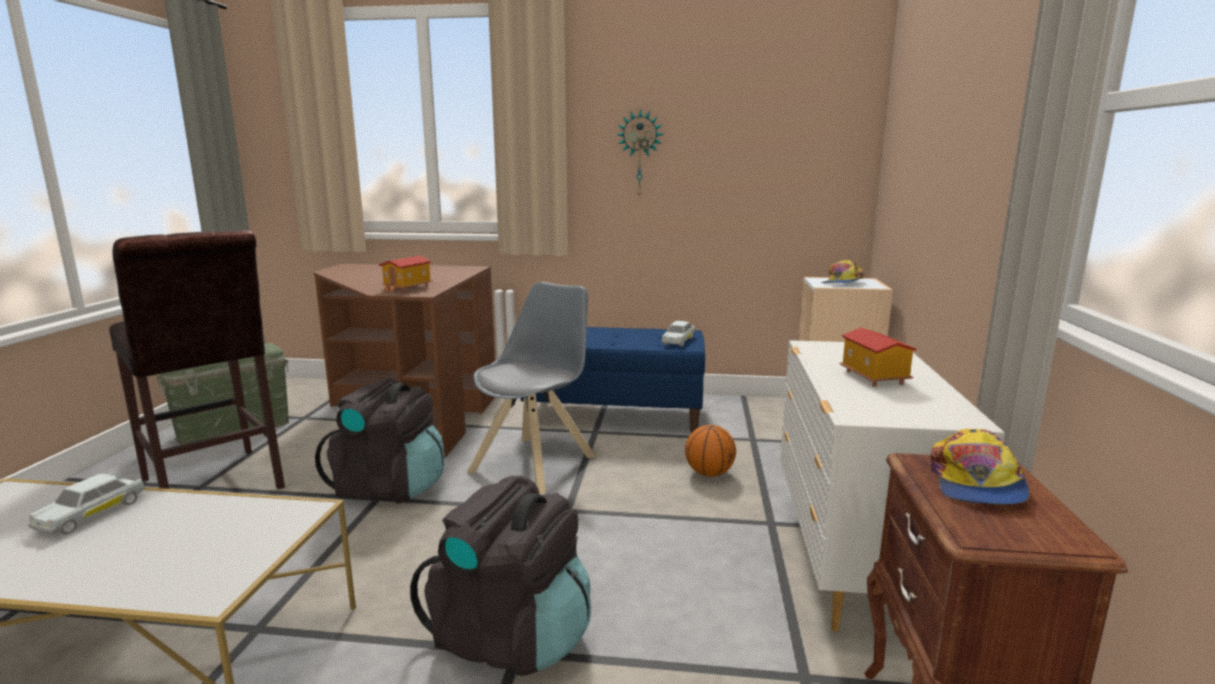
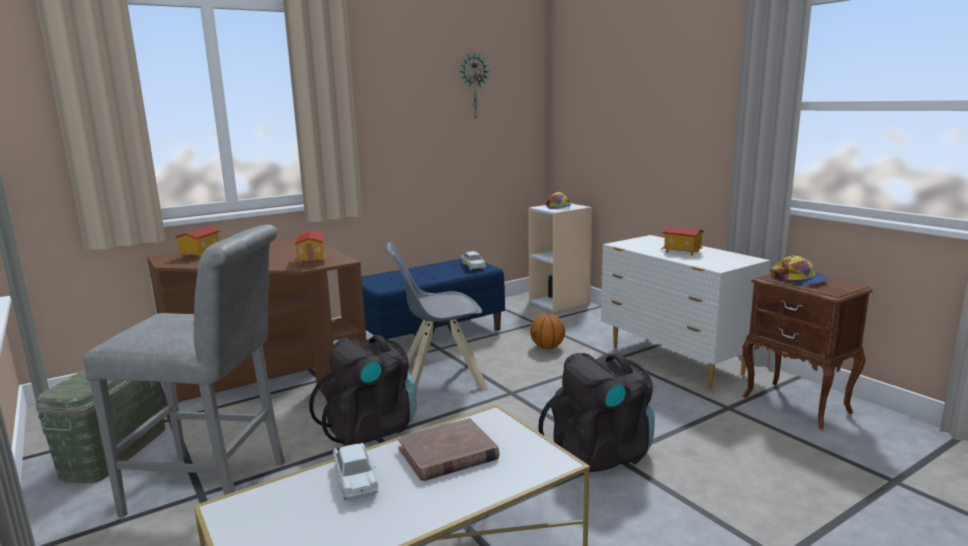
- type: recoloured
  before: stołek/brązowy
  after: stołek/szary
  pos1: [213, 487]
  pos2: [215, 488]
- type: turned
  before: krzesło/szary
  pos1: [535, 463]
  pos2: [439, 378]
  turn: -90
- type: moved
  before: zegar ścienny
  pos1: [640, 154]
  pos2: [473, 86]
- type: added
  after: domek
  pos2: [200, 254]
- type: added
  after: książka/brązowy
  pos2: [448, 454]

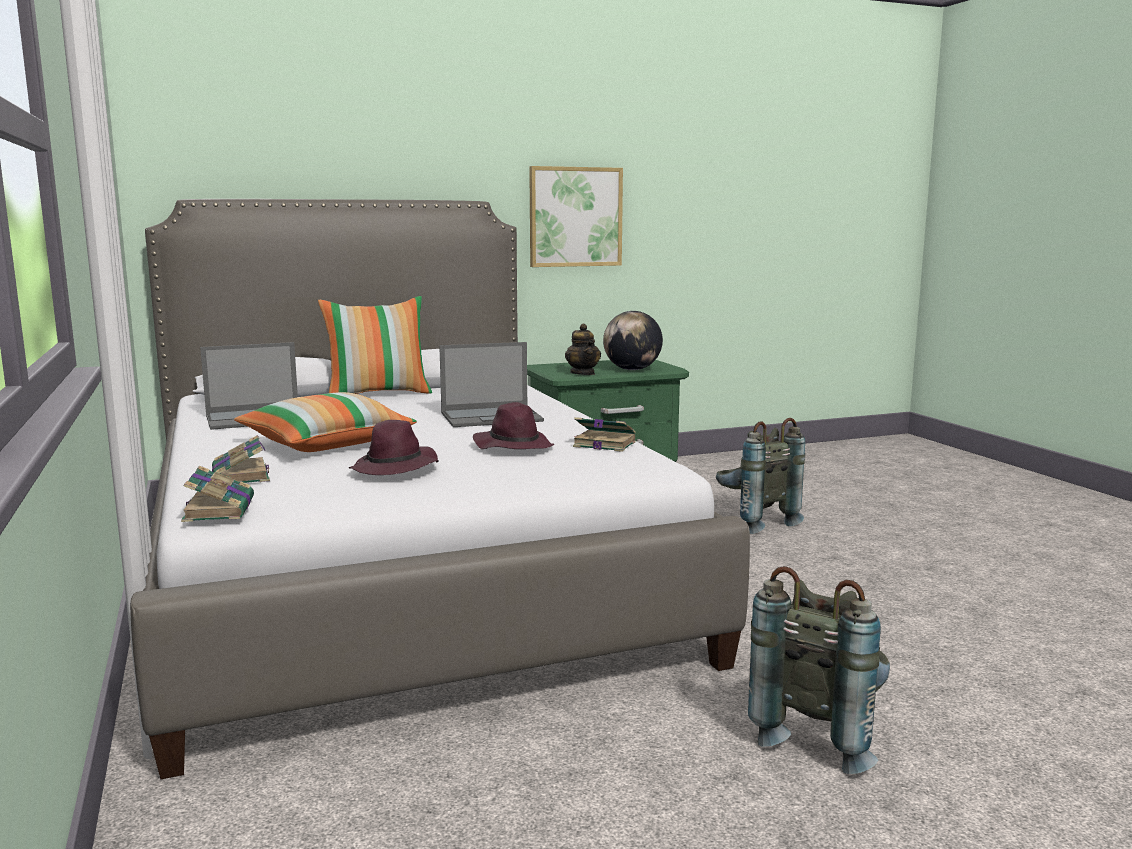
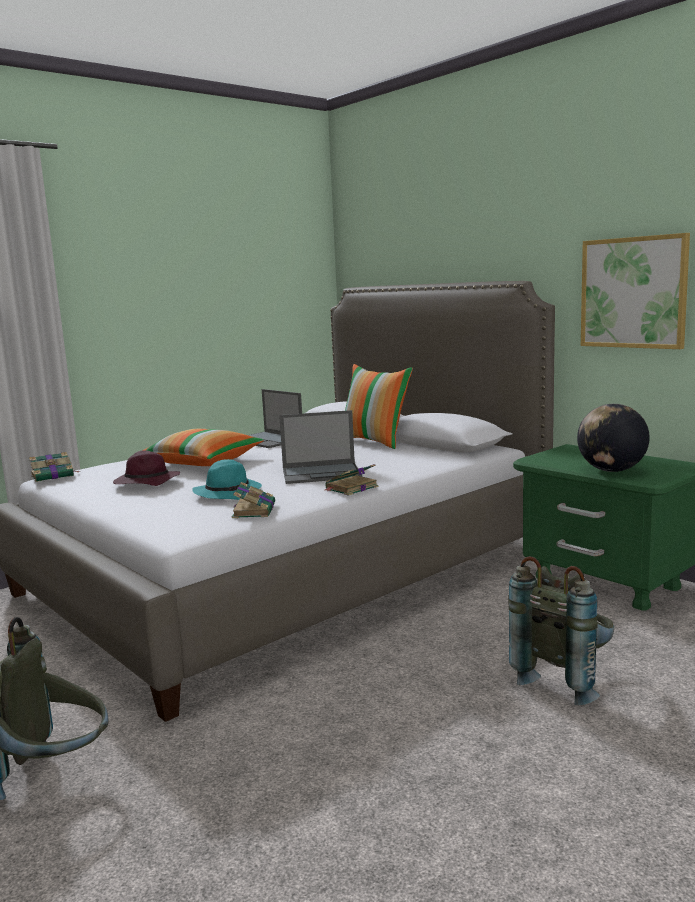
- type: moved
  before: książka
  pos1: [241, 476]
  pos2: [351, 488]
- type: turned
  before: laptop
  pos1: [492, 417]
  pos2: [322, 473]
  turn: -60
- type: recoloured
  before: kapelusz/fioletowy
  after: kapelusz/turkusowy
  pos1: [513, 446]
  pos2: [228, 493]
- type: removed
  before: imbryk
  pos1: [583, 373]

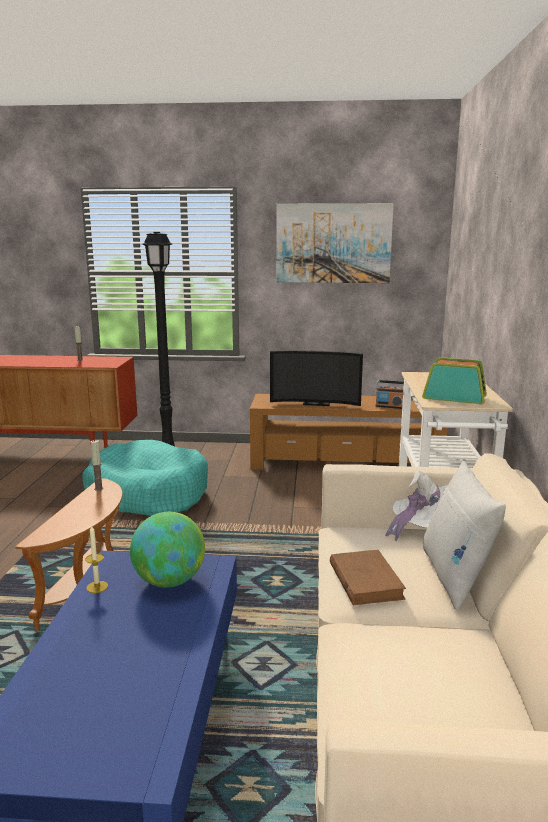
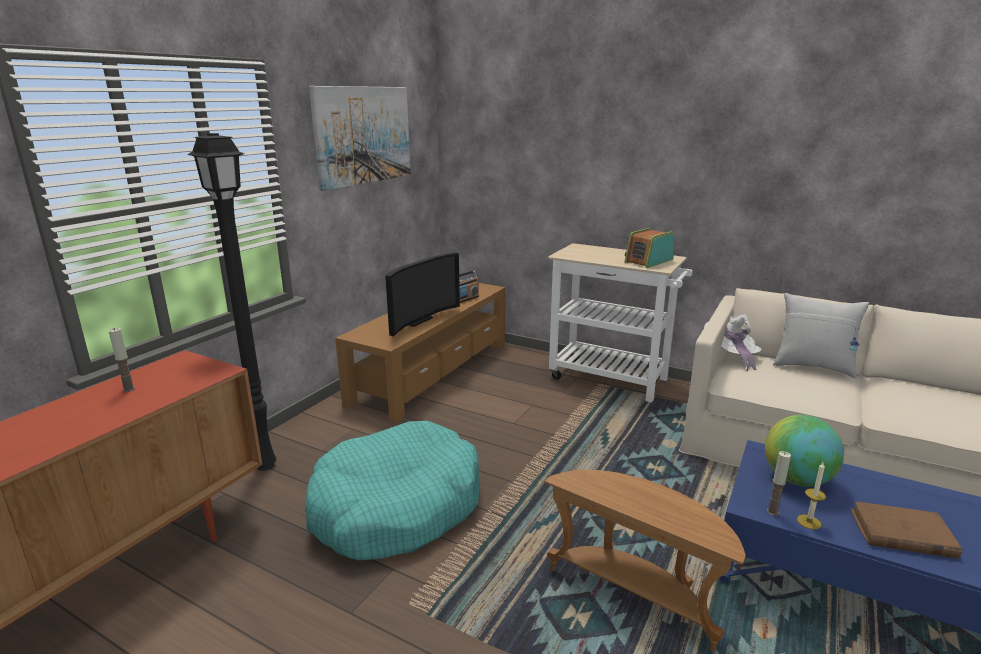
- type: moved
  before: świeca
  pos1: [98, 489]
  pos2: [772, 512]
- type: moved
  before: książka/brązowy
  pos1: [365, 581]
  pos2: [901, 533]

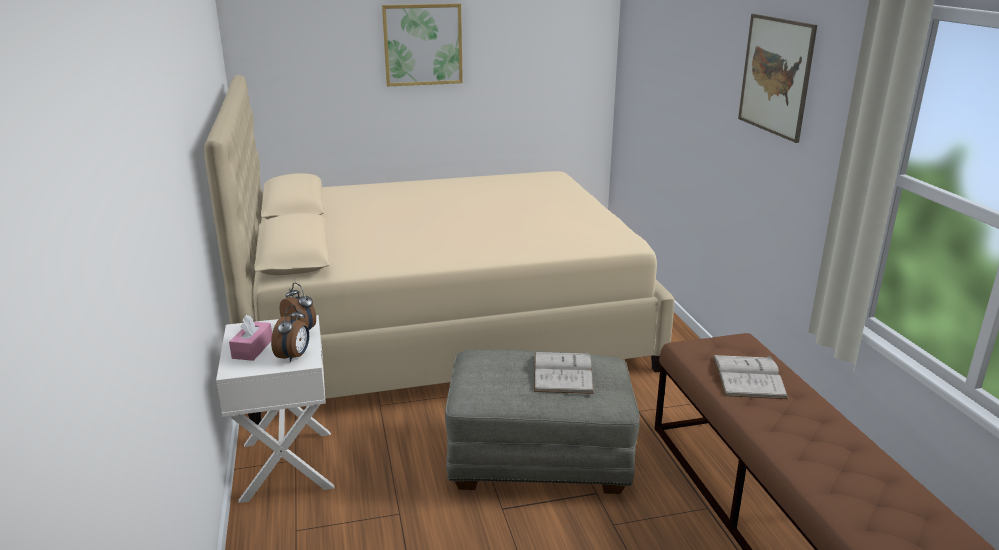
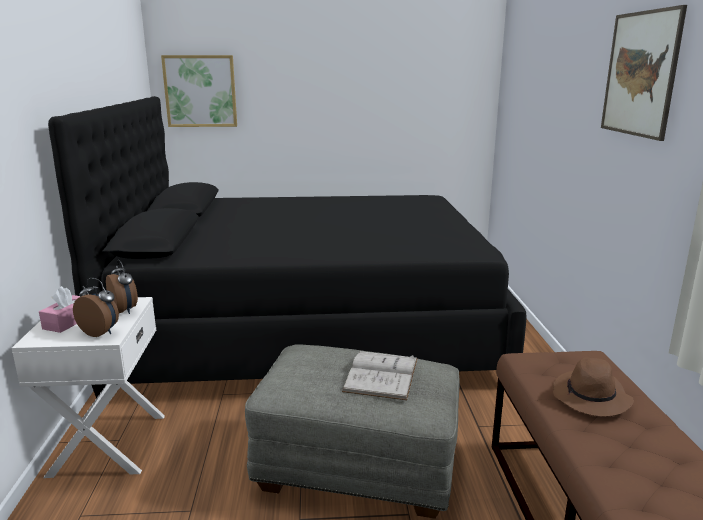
- type: recoloured
  before: łóżko/beżowy
  after: łóżko/czarny
  pos1: [441, 326]
  pos2: [310, 327]
- type: turned
  before: budzik
  pos1: [294, 356]
  pos2: [101, 332]
  turn: -90
- type: moved
  before: obraz
  pos1: [423, 44]
  pos2: [200, 91]
- type: replaced
  before: książka/biały
  after: kapelusz/brązowy
  pos1: [748, 377]
  pos2: [591, 398]

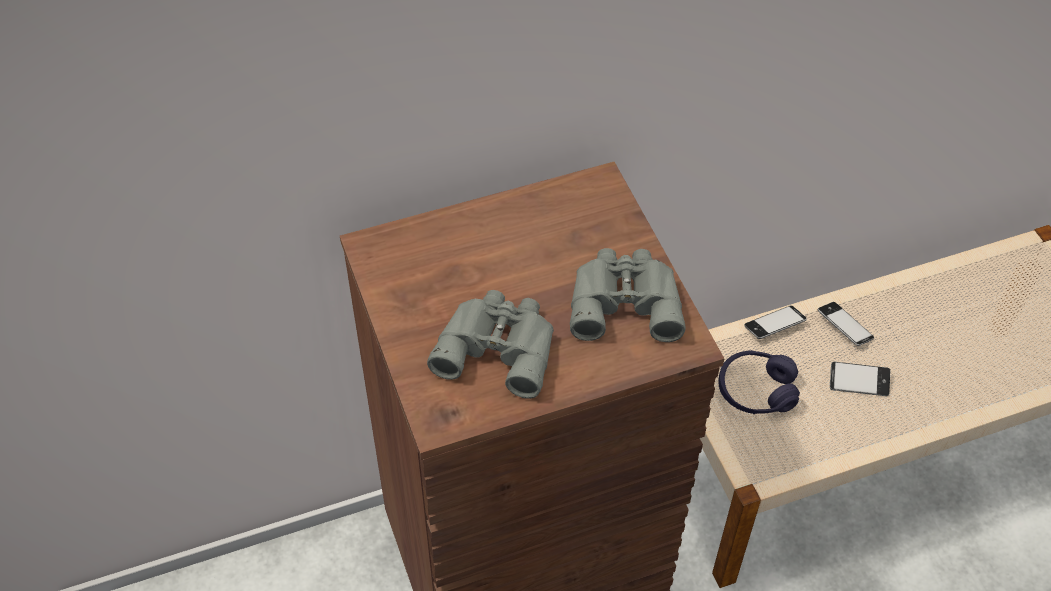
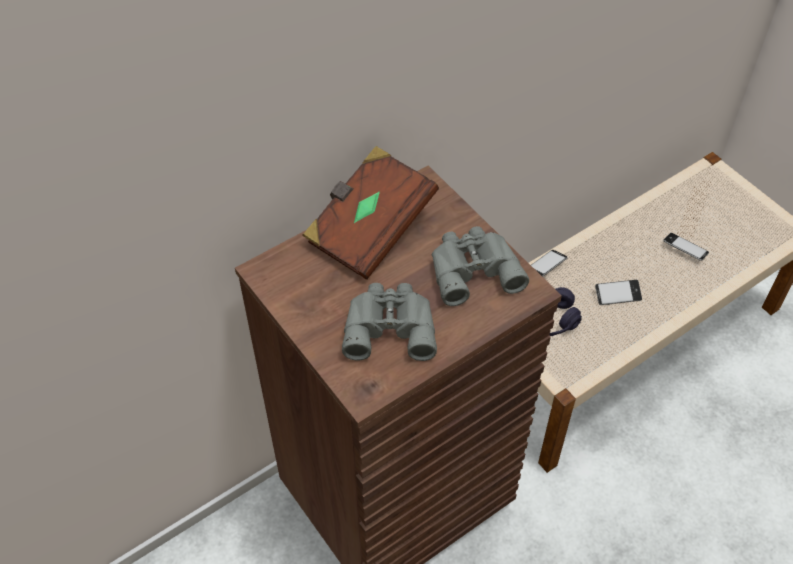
- type: moved
  before: telefon
  pos1: [844, 327]
  pos2: [685, 249]
- type: added
  after: książka/brązowy
  pos2: [369, 228]

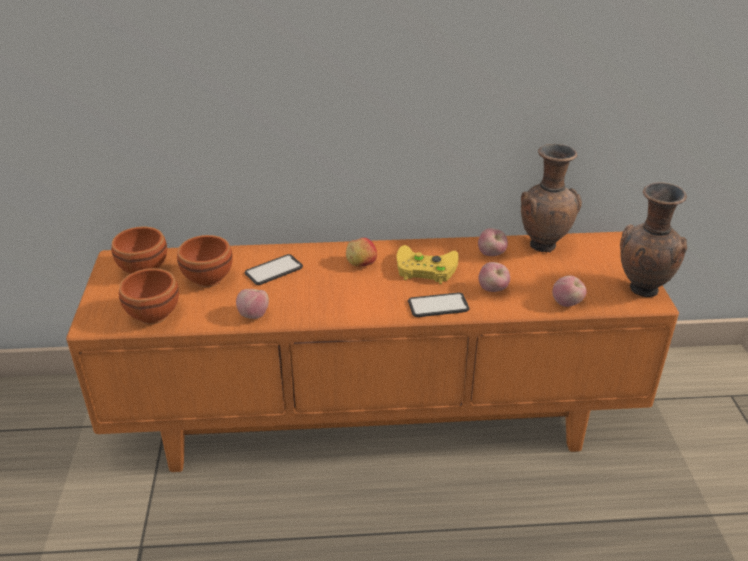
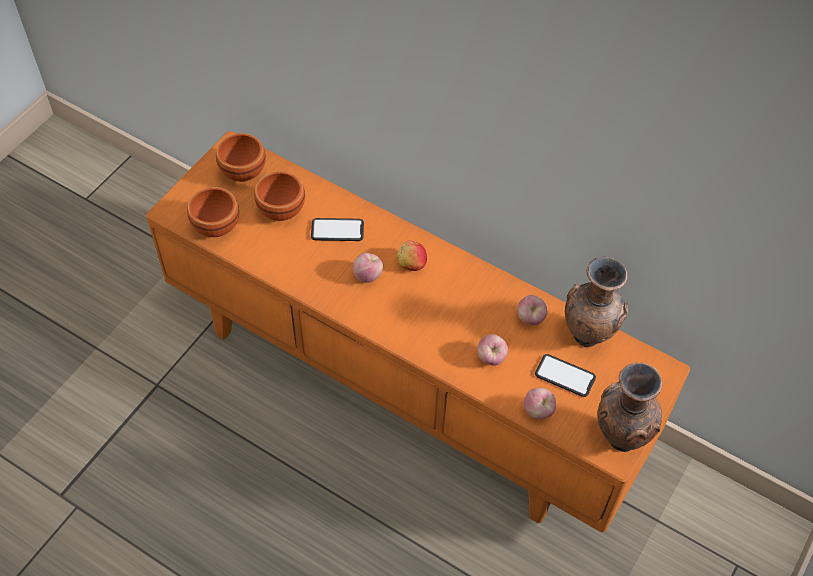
- type: moved
  before: jabłko
  pos1: [253, 315]
  pos2: [368, 275]
- type: removed
  before: pad do gier/żółty
  pos1: [423, 268]
- type: moved
  before: telefon
  pos1: [438, 306]
  pos2: [565, 376]

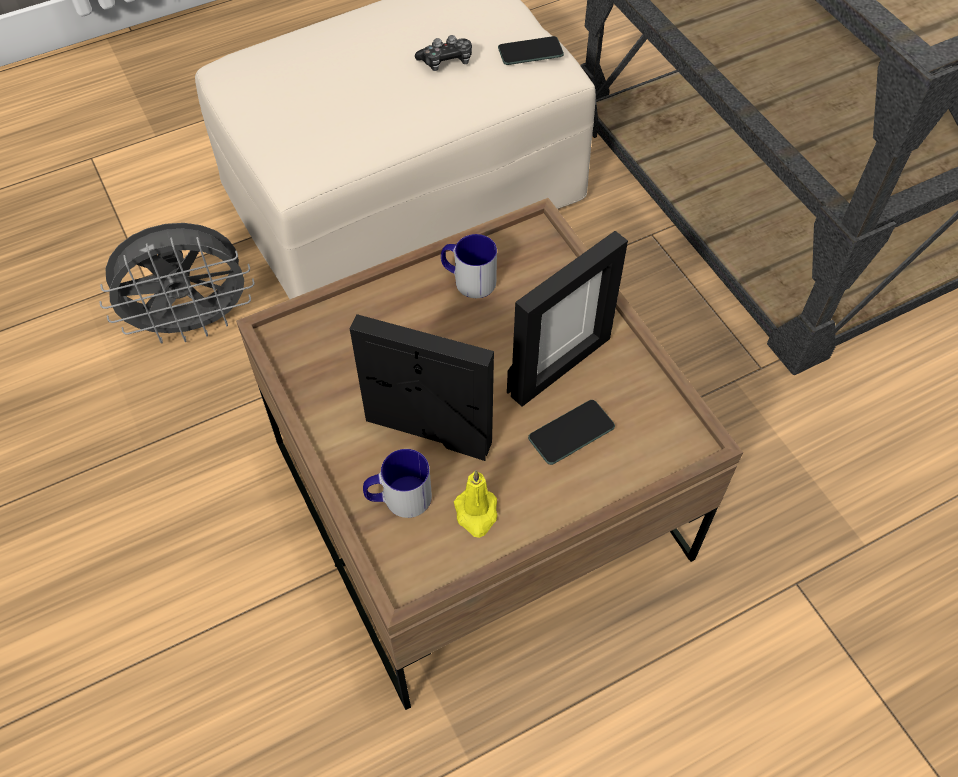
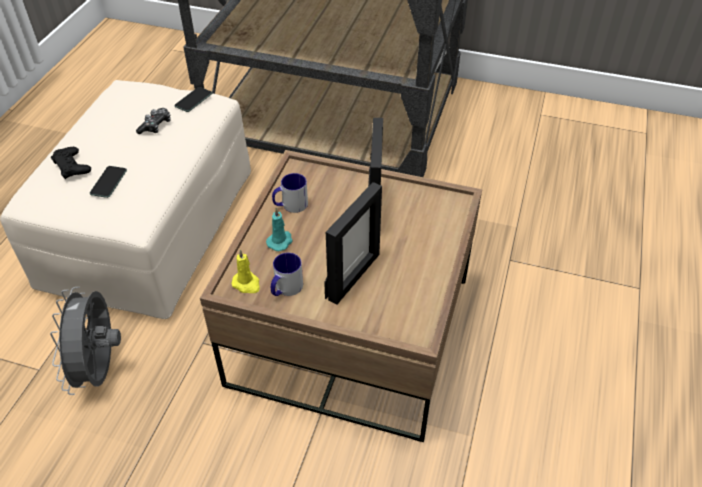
- type: turned
  before: wentylator/szary
  pos1: [193, 323]
  pos2: [101, 369]
  turn: 150
- type: turned
  before: ramka na zdjęcie
  pos1: [427, 434]
  pos2: [353, 276]
  turn: 150
- type: moved
  before: kubek
  pos1: [398, 498]
  pos2: [285, 289]
- type: moved
  before: świeca/żółty
  pos1: [476, 513]
  pos2: [247, 284]
- type: moved
  before: telefon
  pos1: [571, 432]
  pos2: [108, 182]
- type: added
  after: pad do gier/czarny
  pos2: [72, 166]
- type: added
  after: świeca/turkusowy
  pos2: [280, 241]

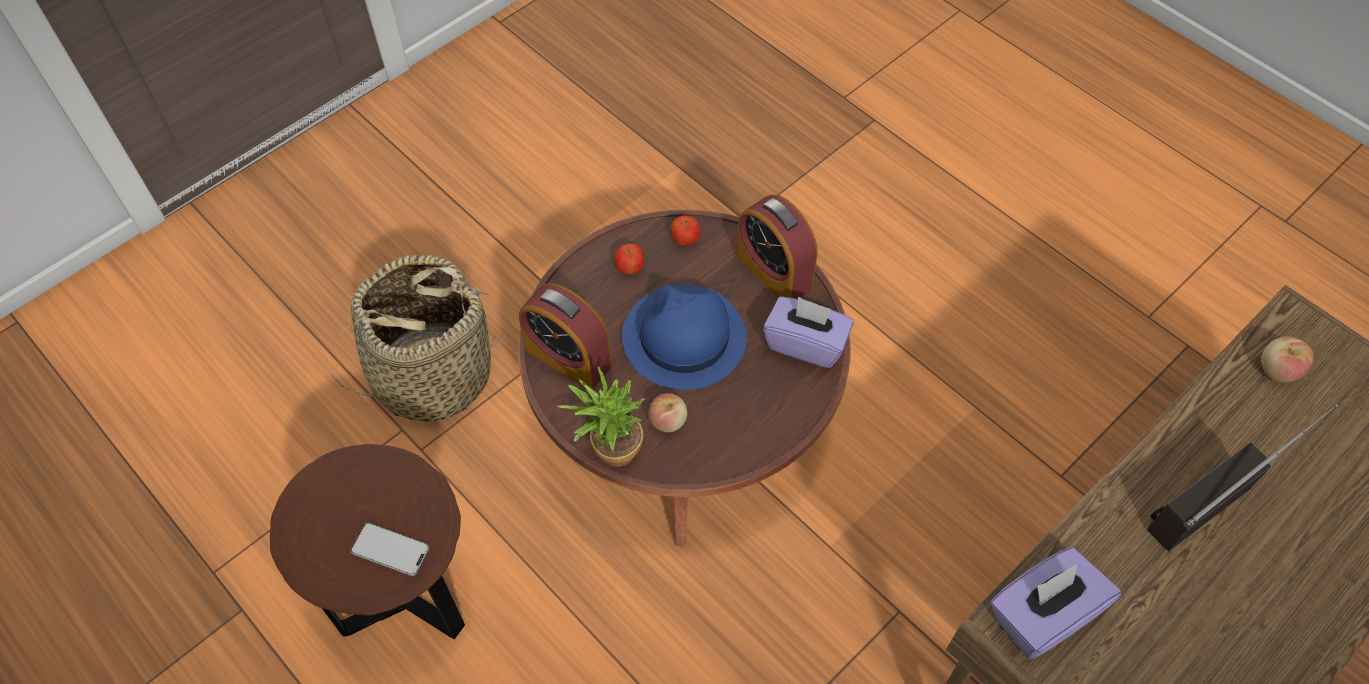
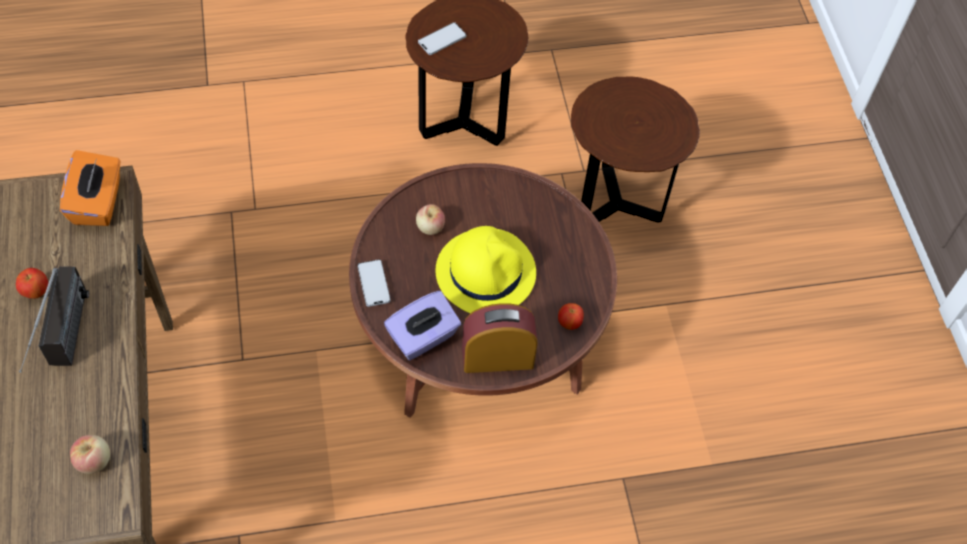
- type: replaced
  before: koszyk
  after: stolik/brązowy
  pos1: [432, 374]
  pos2: [616, 205]
- type: removed
  before: budzik
  pos1: [568, 358]
- type: removed
  before: roślina doniczkowa
  pos1: [609, 450]
- type: moved
  before: jabłko
  pos1: [630, 268]
  pos2: [36, 291]
- type: recoloured
  before: kapelusz/niebieski
  after: kapelusz/żółty
  pos1: [683, 338]
  pos2: [485, 271]
- type: recoloured
  before: pudełko chusteczek/fioletowy
  after: pudełko chusteczek/pomarańczowy
  pos1: [1042, 615]
  pos2: [98, 203]
- type: added
  after: telefon
  pos2: [373, 283]

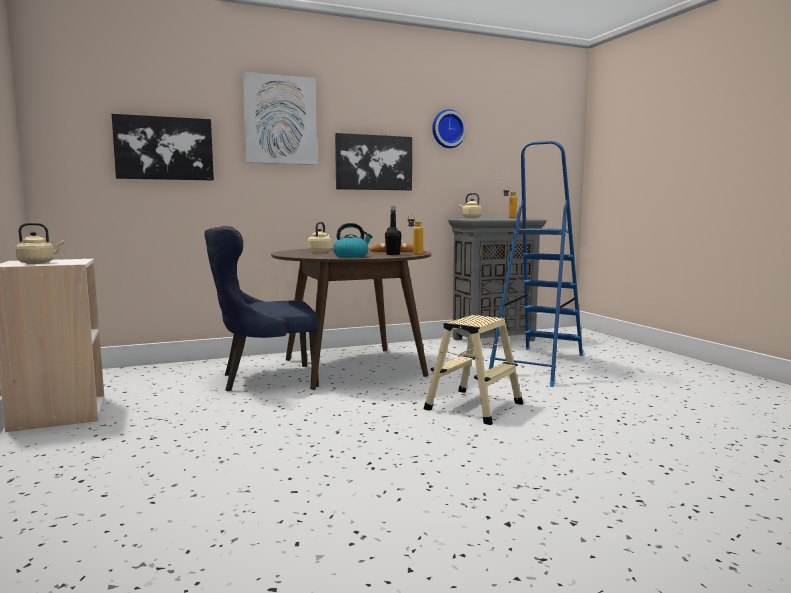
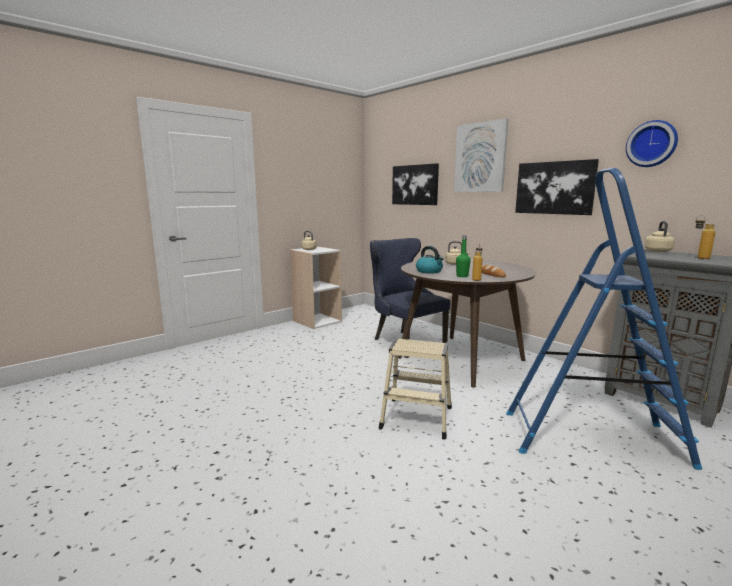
- type: recoloured
  before: butelka/czarny
  after: butelka/zielony
  pos1: [393, 254]
  pos2: [462, 276]

